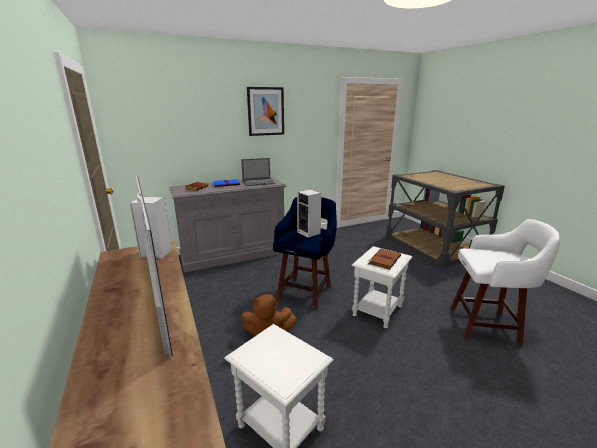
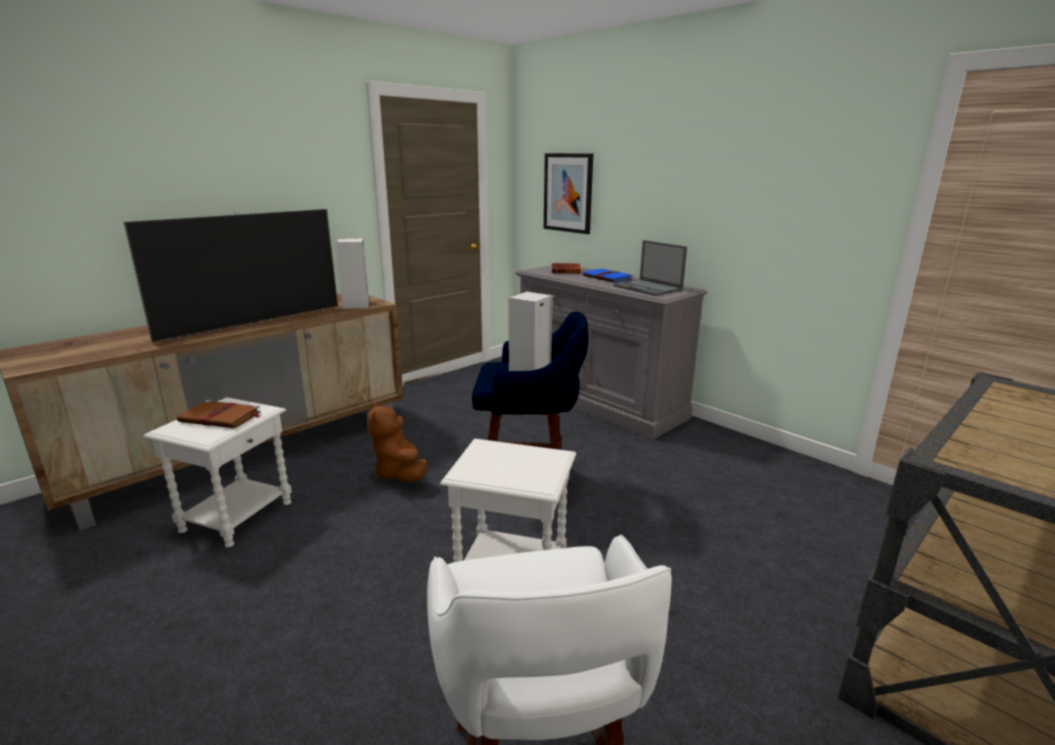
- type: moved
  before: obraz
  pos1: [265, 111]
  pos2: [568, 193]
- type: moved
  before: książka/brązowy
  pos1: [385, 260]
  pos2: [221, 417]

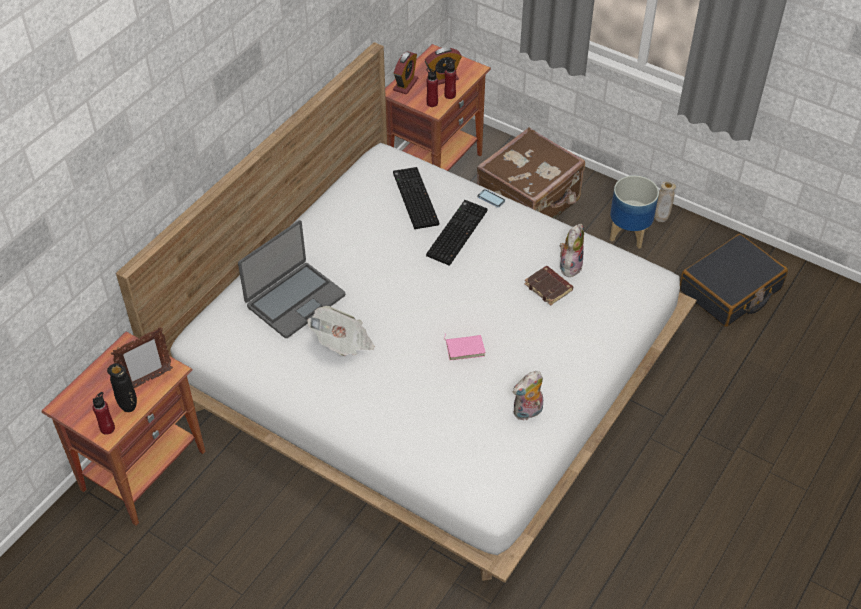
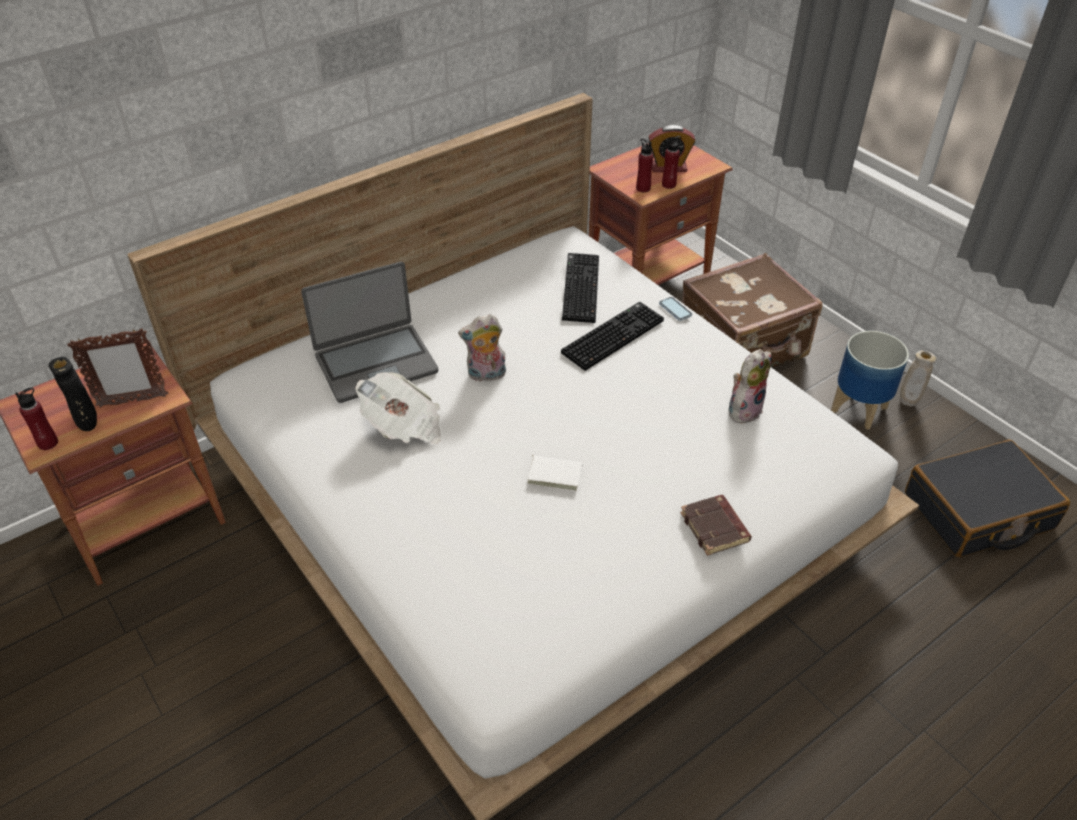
- type: removed
  before: budzik
  pos1: [405, 84]
- type: recoloured
  before: książka/różowy
  after: książka/biały
  pos1: [465, 348]
  pos2: [555, 474]
- type: moved
  before: pluszak
  pos1: [528, 413]
  pos2: [486, 375]
- type: moved
  before: książka/brązowy
  pos1: [549, 287]
  pos2: [715, 528]

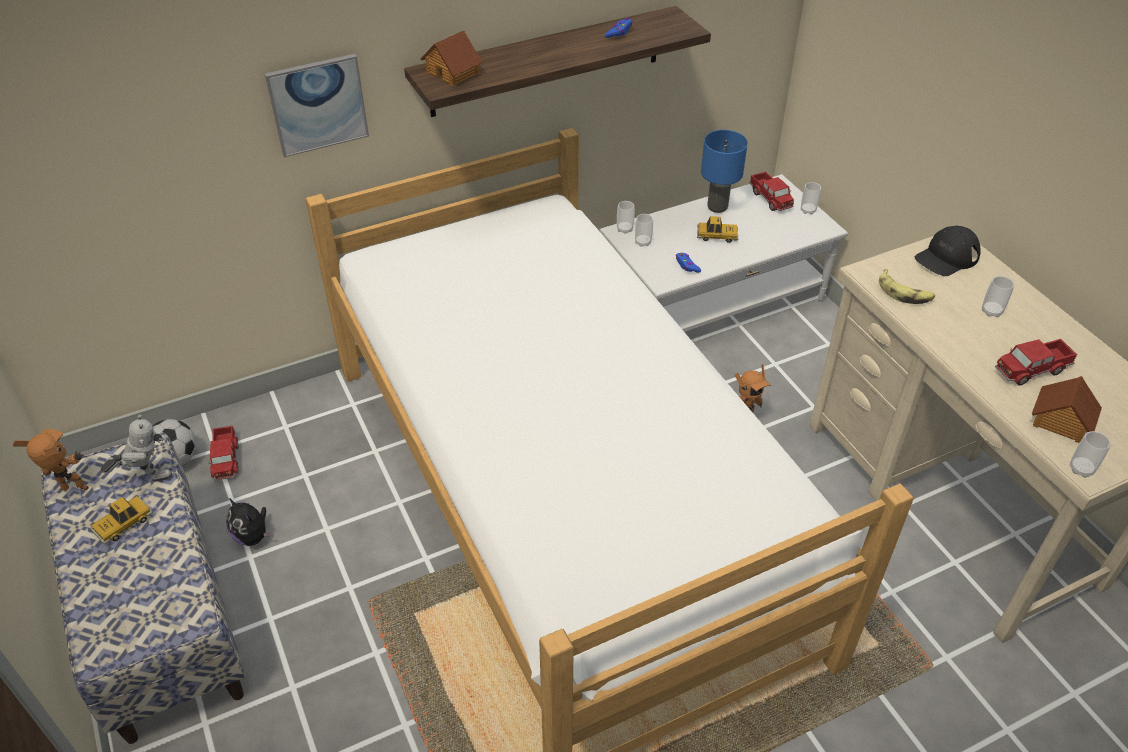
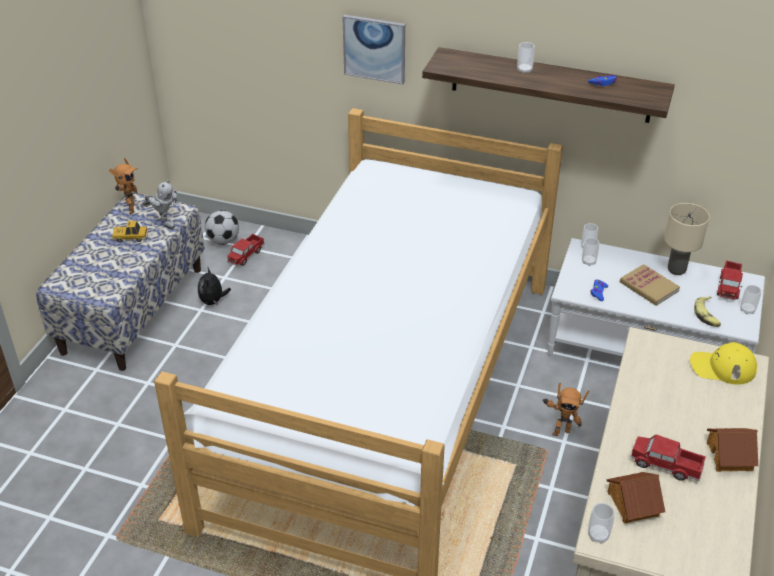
- type: turned
  before: robot zabawkowy
  pos1: [74, 492]
  pos2: [129, 209]
  turn: 45
- type: moved
  before: domek
  pos1: [453, 72]
  pos2: [730, 456]
- type: replaced
  before: samochodzik
  after: książka
  pos1: [717, 235]
  pos2: [649, 287]
- type: recoloured
  before: lampa stołowa/niebieski
  after: lampa stołowa/beżowy
  pos1: [718, 208]
  pos2: [676, 271]
- type: moved
  before: banan
  pos1: [904, 293]
  pos2: [707, 315]
- type: recoloured
  before: czapka z daszkiem/czarny
  after: czapka z daszkiem/żółty
  pos1: [946, 257]
  pos2: [722, 367]
- type: moved
  before: filiżanka
  pos1: [991, 311]
  pos2: [524, 70]

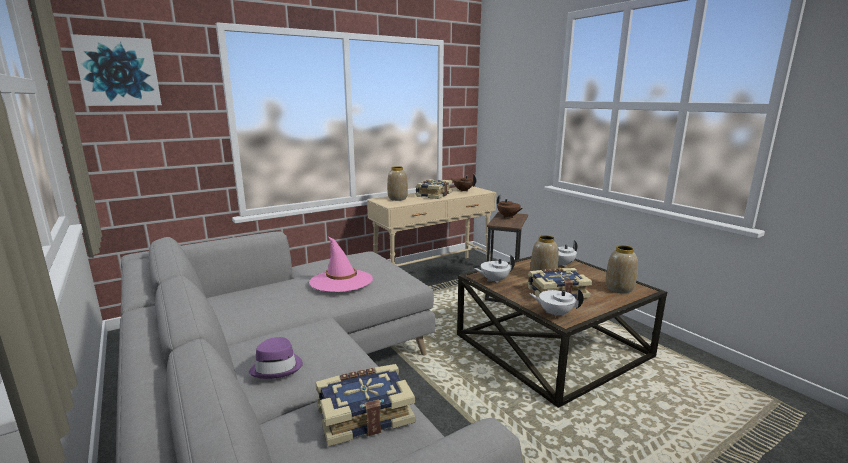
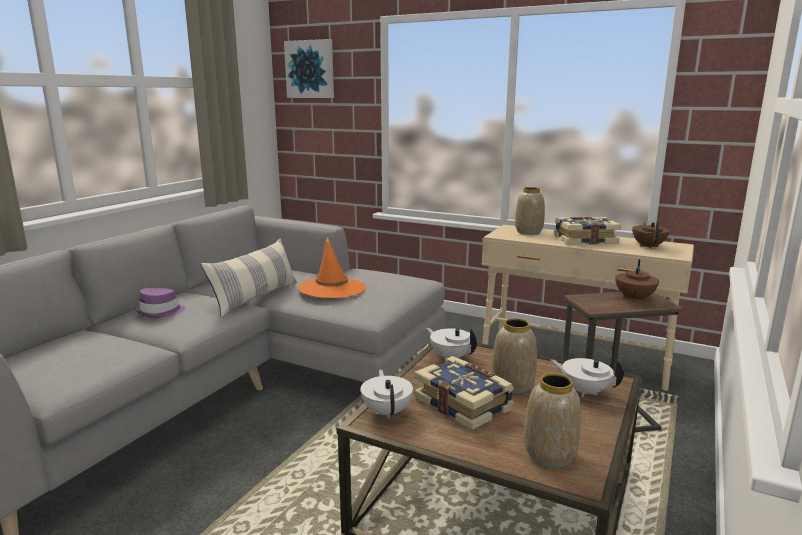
- type: recoloured
  before: kapelusz/różowy
  after: kapelusz/pomarańczowy
  pos1: [341, 281]
  pos2: [332, 288]
- type: removed
  before: książka
  pos1: [364, 414]
- type: added
  after: poduszka
  pos2: [256, 297]

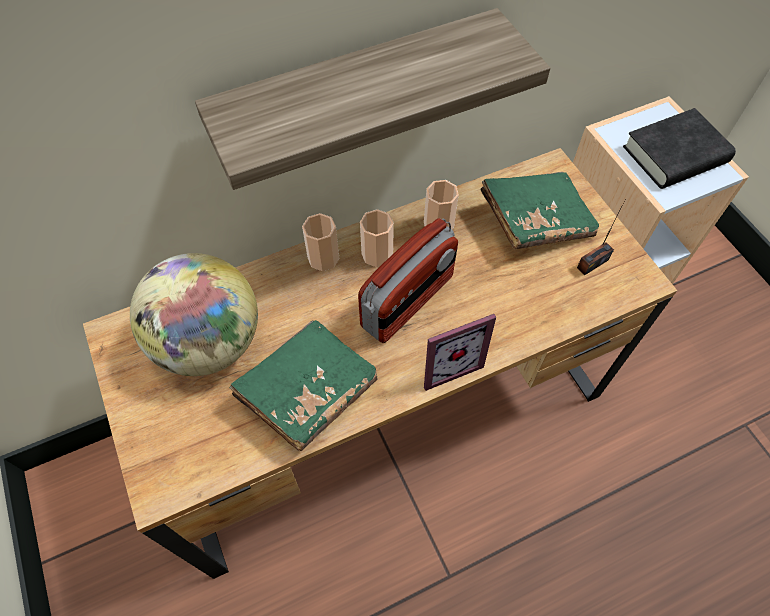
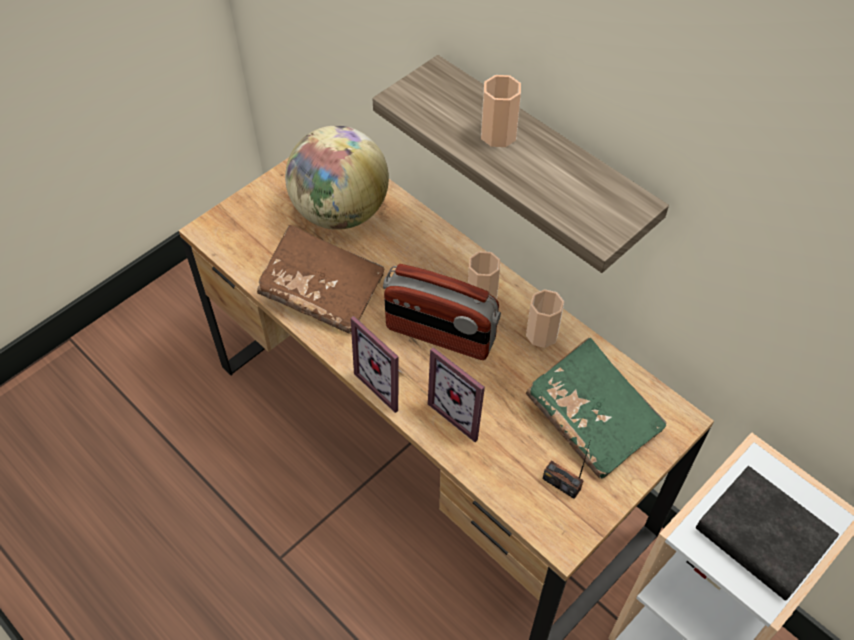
- type: recoloured
  before: książka/zielony
  after: książka/brązowy
  pos1: [308, 390]
  pos2: [322, 291]
- type: moved
  before: filiżanka
  pos1: [323, 258]
  pos2: [498, 135]
- type: added
  after: ramka na zdjęcie
  pos2: [463, 411]

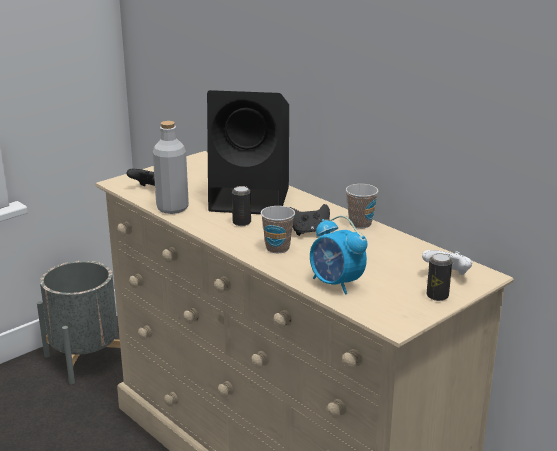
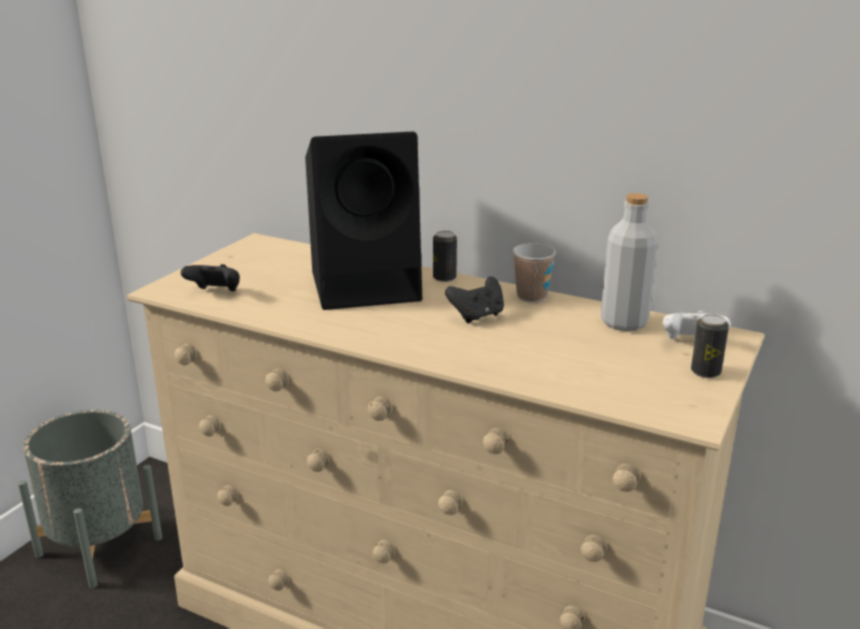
- type: moved
  before: butelka/szary
  pos1: [172, 208]
  pos2: [624, 322]
- type: moved
  before: puszka
  pos1: [241, 223]
  pos2: [444, 278]
- type: removed
  before: filiżanka
  pos1: [277, 248]
- type: removed
  before: budzik
  pos1: [336, 284]

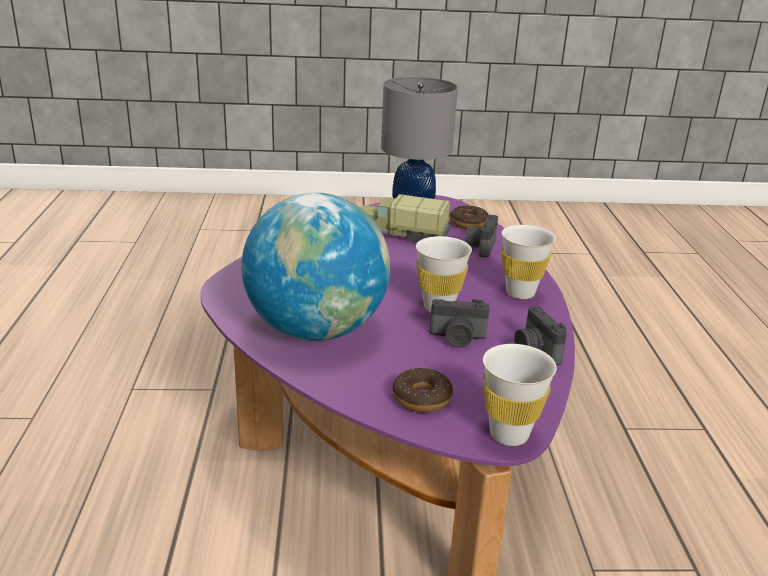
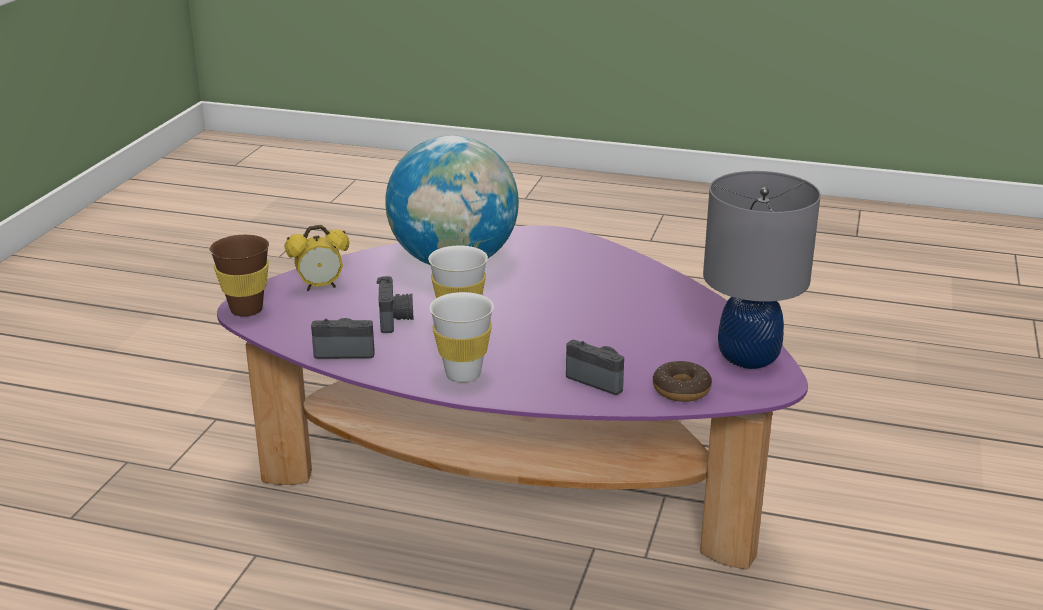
- type: removed
  before: ciężarówka zabawkowa
  pos1: [401, 234]
- type: replaced
  before: donut
  after: budzik
  pos1: [421, 398]
  pos2: [320, 287]
- type: turned
  before: aparat fotograficzny
  pos1: [457, 338]
  pos2: [395, 319]
  turn: 150
- type: recoloured
  before: filiżanka/biały
  after: filiżanka/brązowy
  pos1: [509, 434]
  pos2: [246, 310]

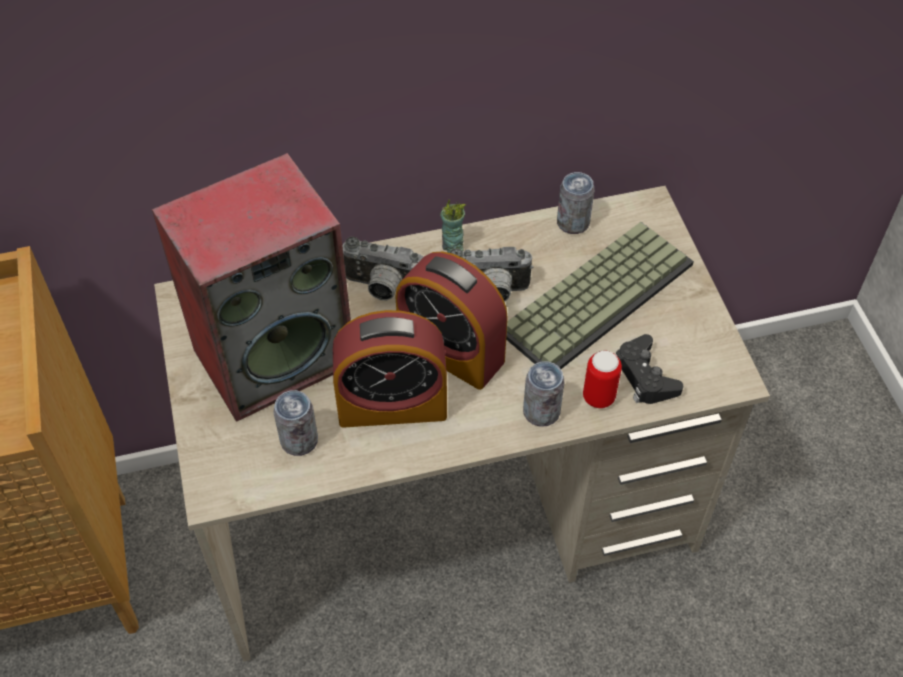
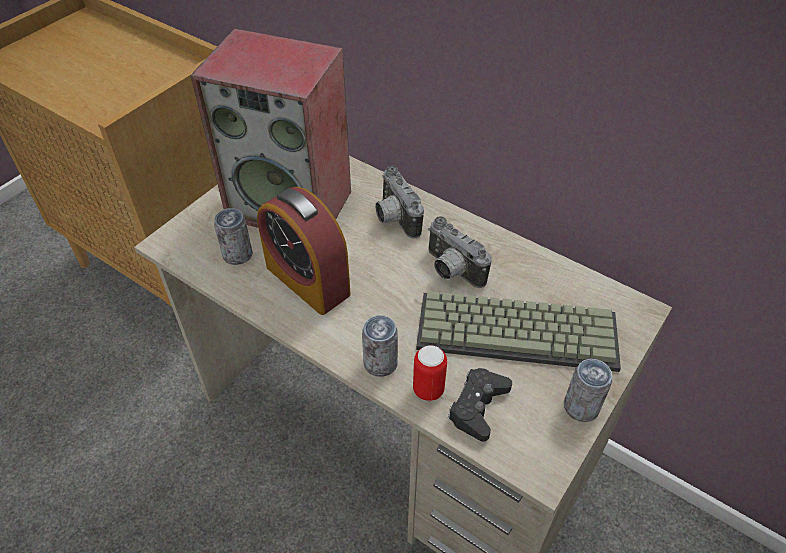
- type: removed
  before: budzik
  pos1: [451, 350]
- type: removed
  before: filiżanka
  pos1: [452, 246]
- type: moved
  before: puszka
  pos1: [573, 223]
  pos2: [581, 407]

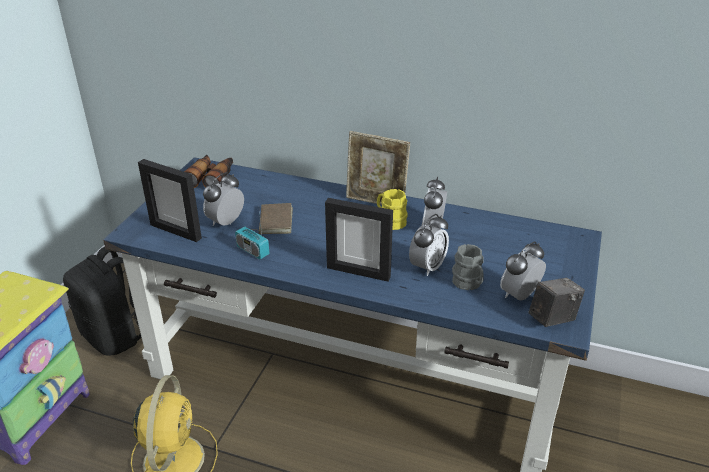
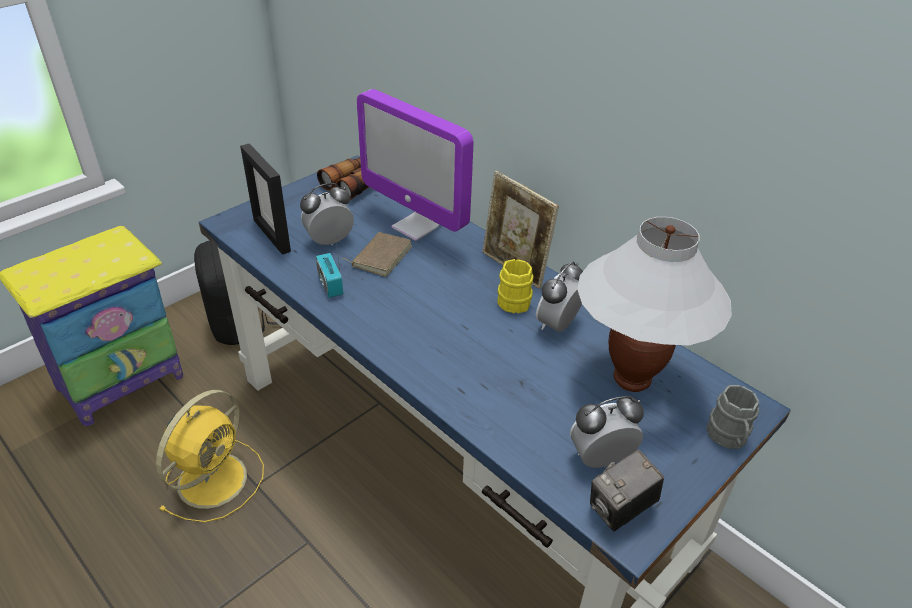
- type: removed
  before: ramka na zdjęcie
  pos1: [359, 271]
- type: removed
  before: budzik
  pos1: [427, 267]
- type: moved
  before: kubek/szary
  pos1: [468, 284]
  pos2: [728, 438]
- type: turned
  before: aparat fotograficzny
  pos1: [552, 318]
  pos2: [620, 509]
  turn: 150
- type: added
  after: monitor
  pos2: [416, 226]
- type: added
  after: lampa stołowa/biały
  pos2: [632, 379]

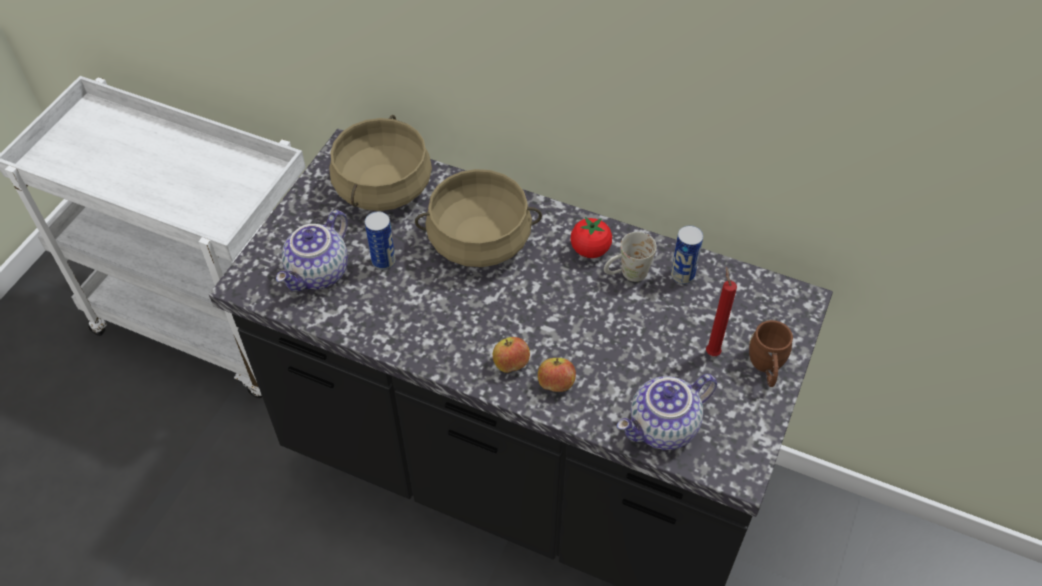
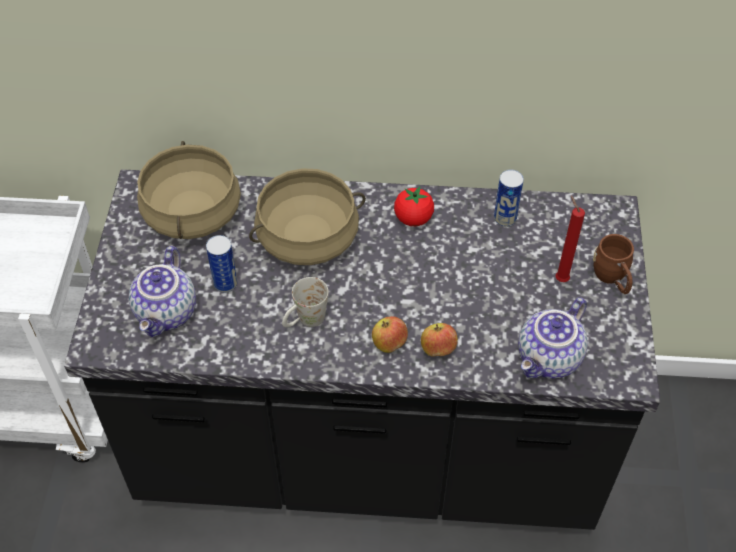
- type: moved
  before: kubek/biały
  pos1: [626, 274]
  pos2: [305, 321]

